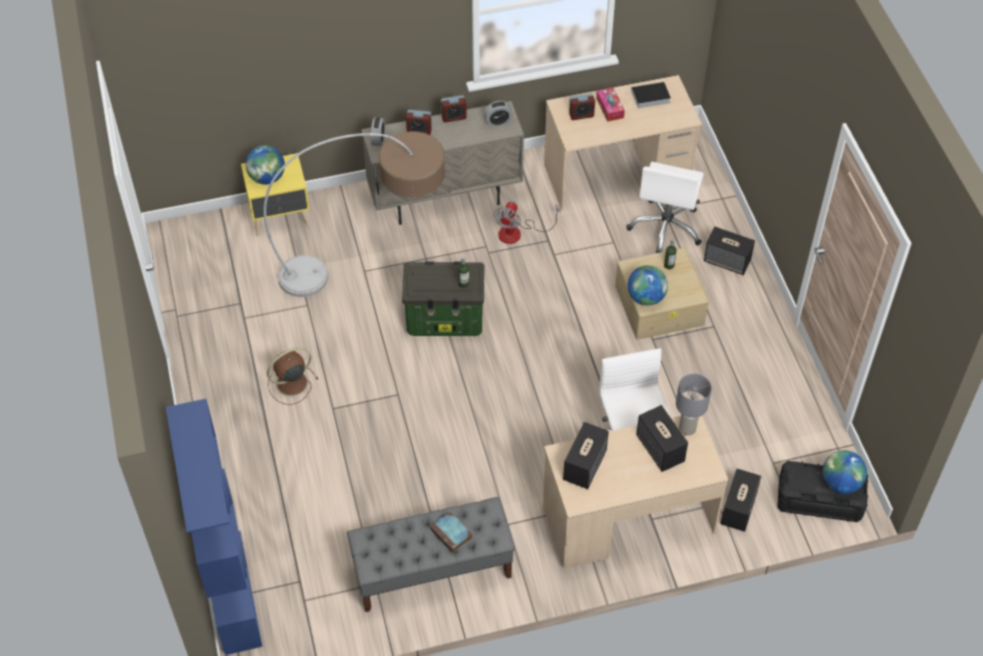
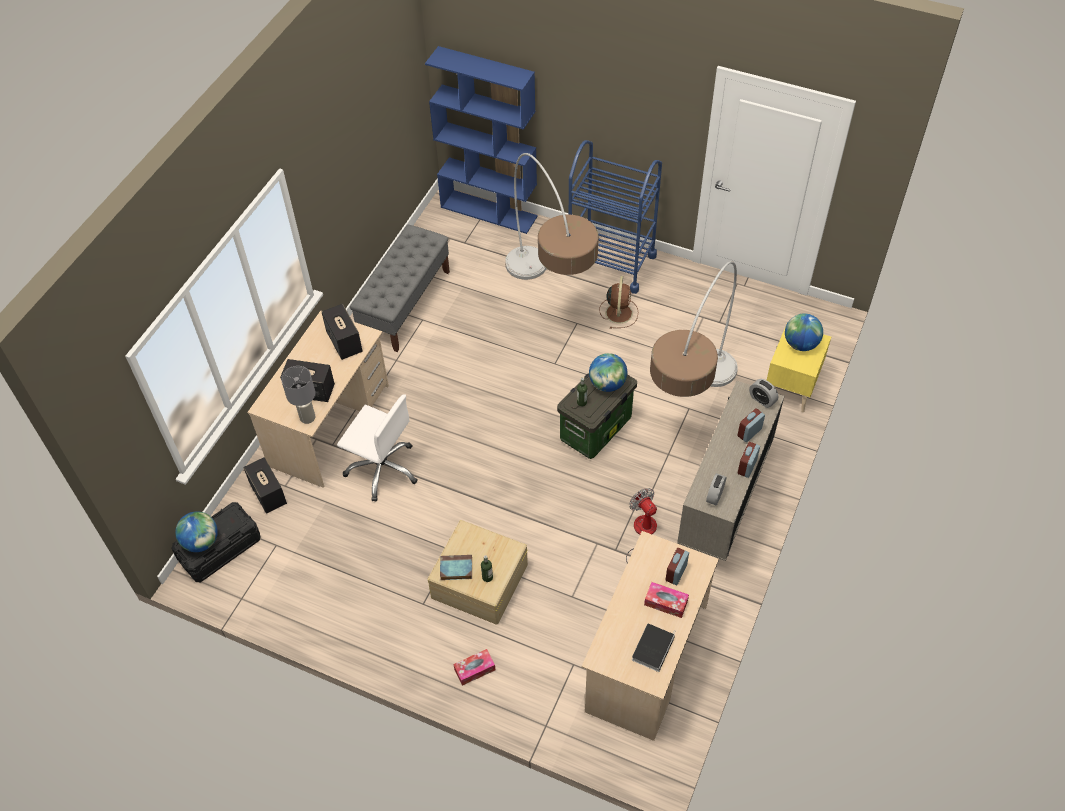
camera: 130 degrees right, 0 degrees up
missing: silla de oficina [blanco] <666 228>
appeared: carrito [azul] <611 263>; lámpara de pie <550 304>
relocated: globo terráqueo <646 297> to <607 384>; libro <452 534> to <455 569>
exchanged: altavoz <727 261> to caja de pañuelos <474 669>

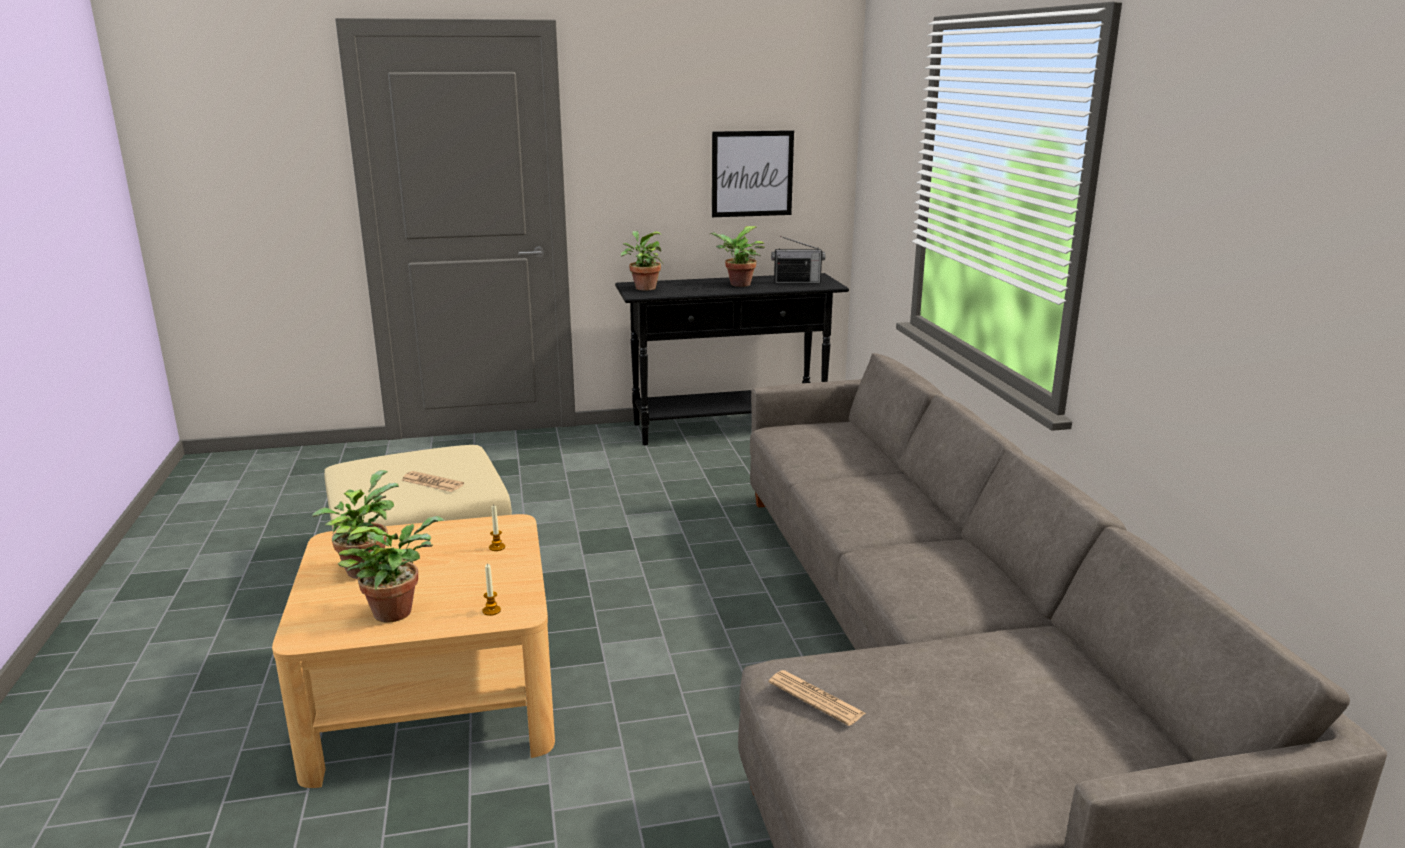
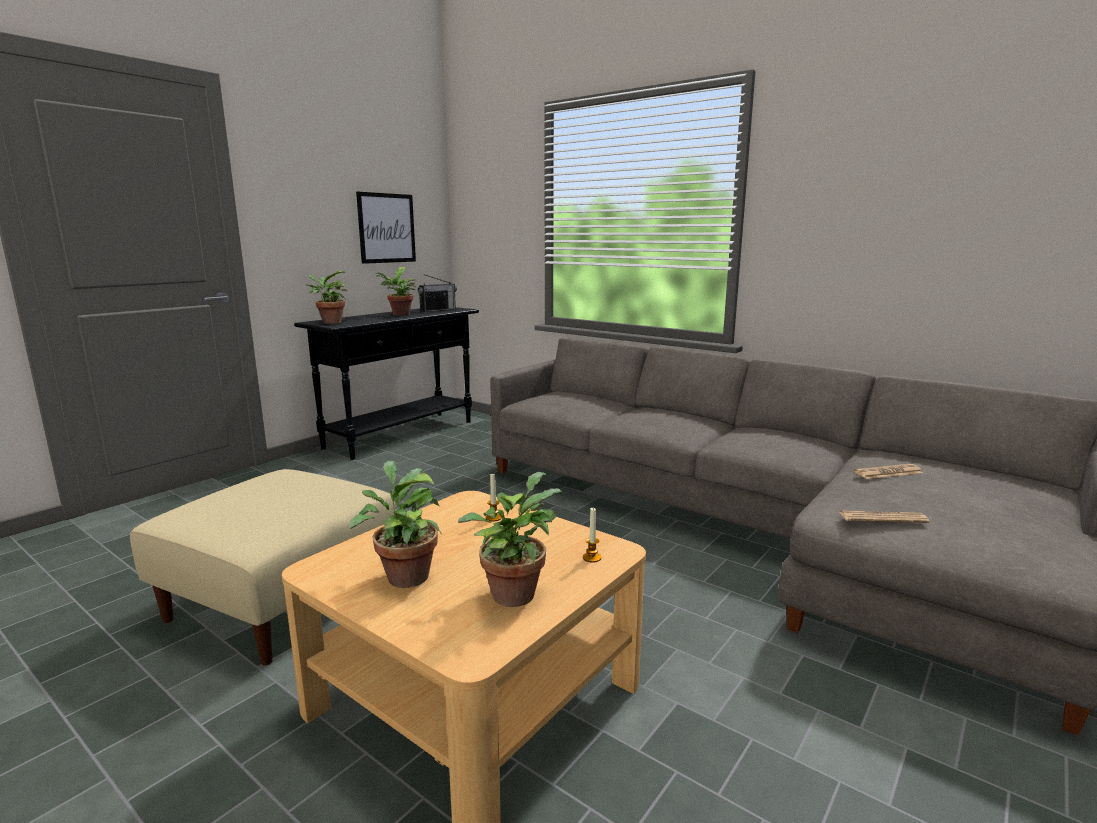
camera: 40 degrees left, 5 degrees down
relocated: periódico <432 482> to <888 472>

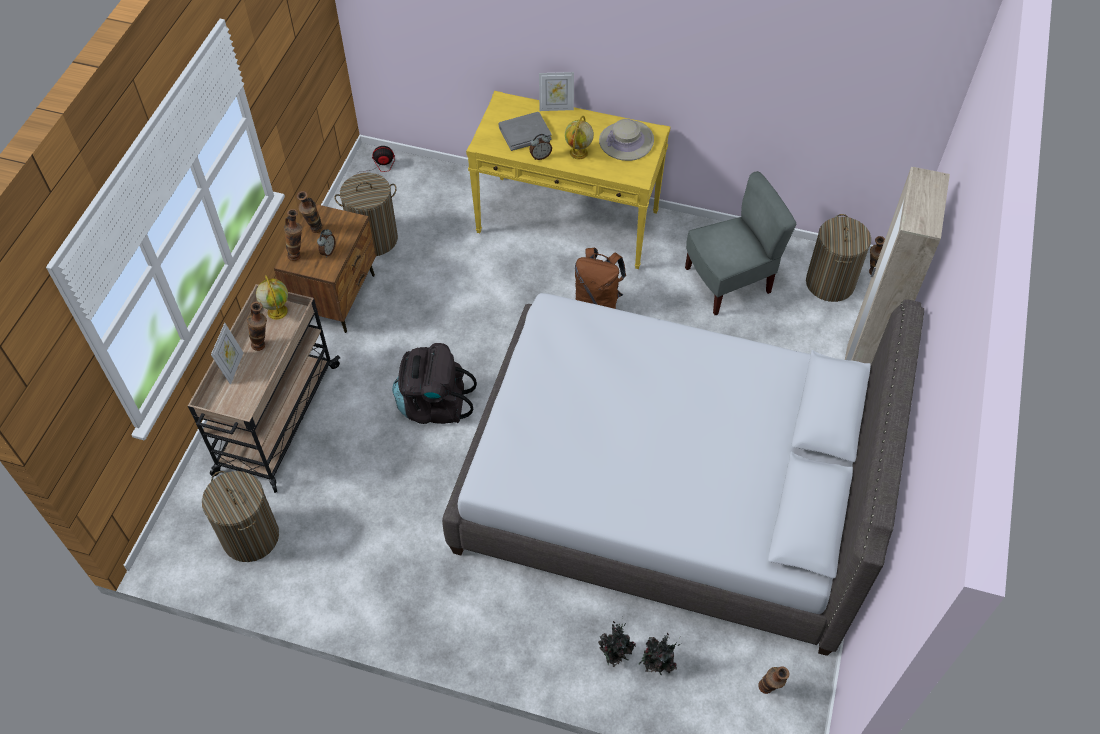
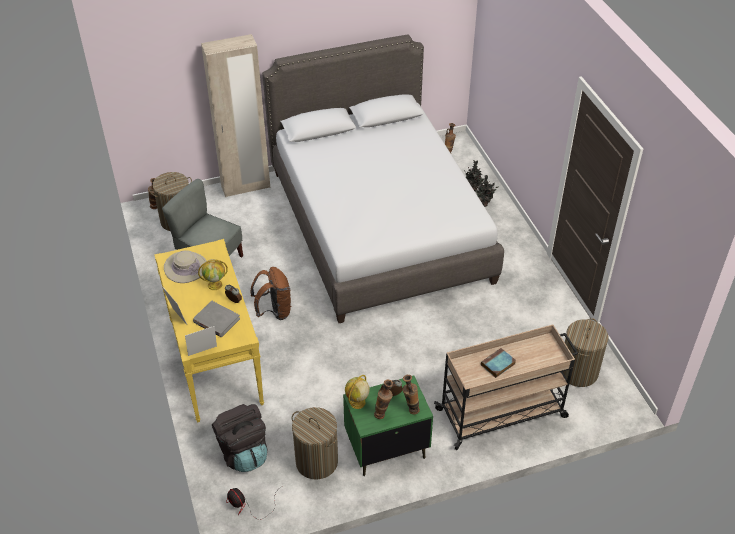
camera: 125 degrees left, 10 degrees down
relocated: globo terráqueo <277 311> to <357 403>; portarretratos <233 367> to <203 353>; mochila [negro] <434 405> to <243 452>
exchanged: florero <263 345> to libro <497 365>
colour: mesita de noche [marrón] <336 297> to mesita de noche [verde] <386 448>

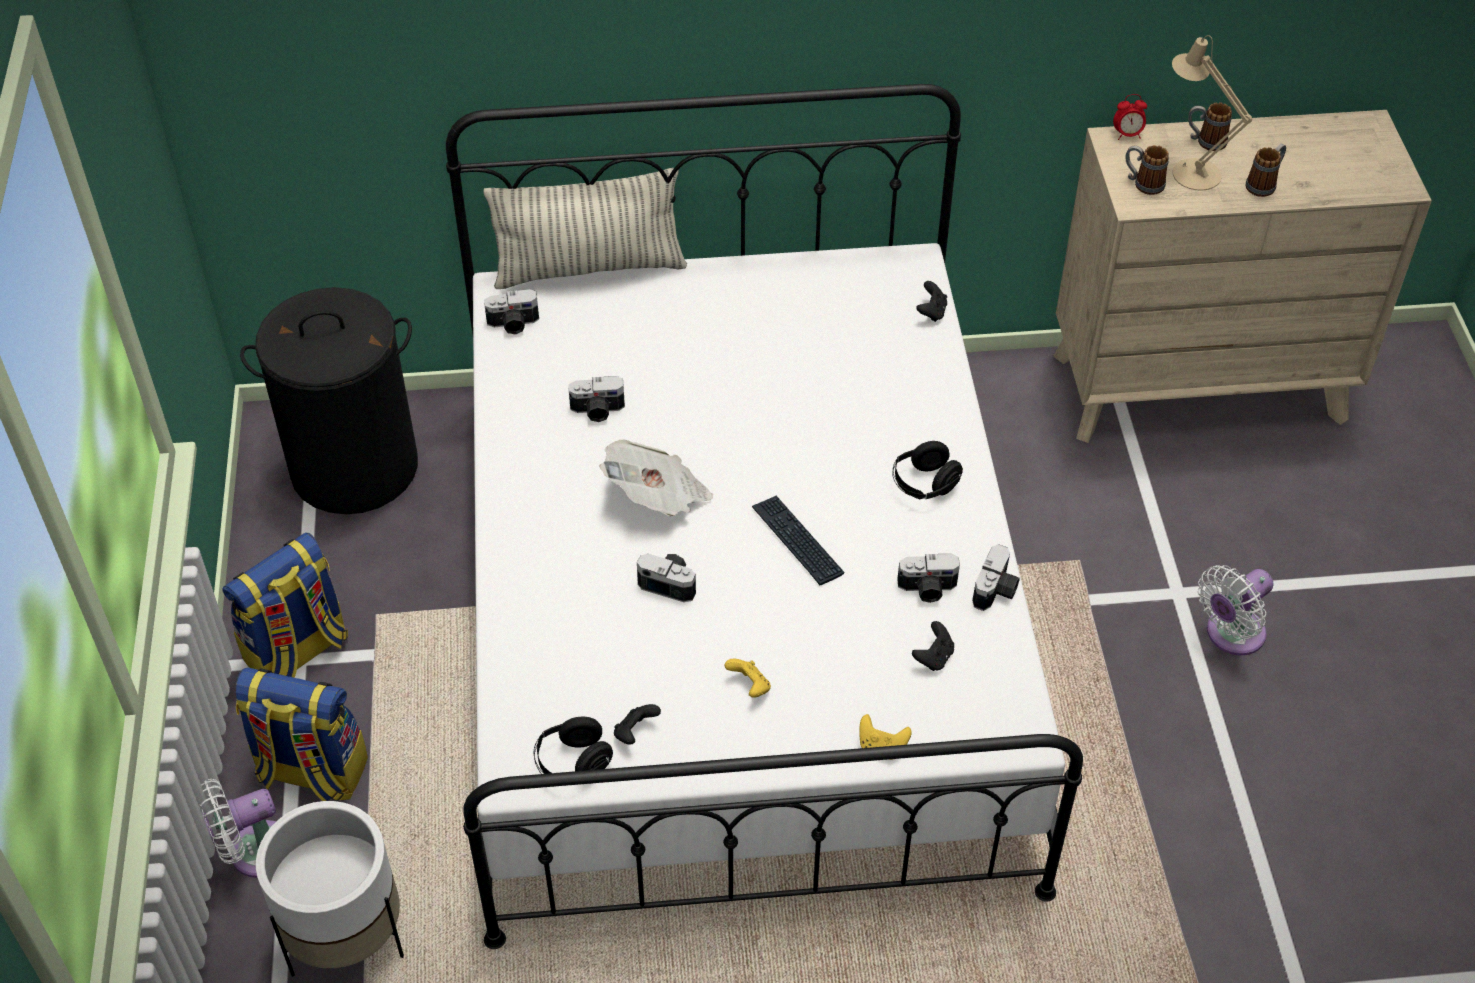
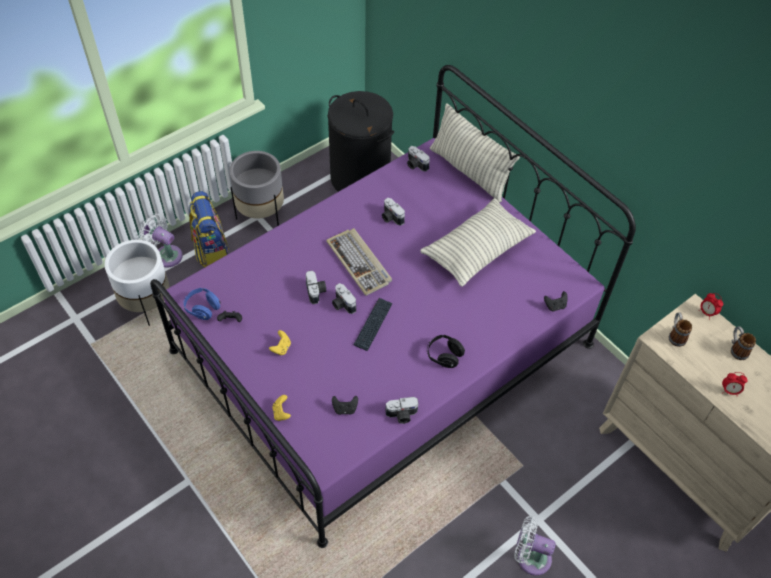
camera: 55 degrees right, 5 degrees up
missing: lámpara de mesa [beis] <1190 171>
appeared: cojín <476 251>
relocated: cámara <927 589> to <342 304>
exchanged: taza grande <1264 184> to despertador <729 391>; periódico <658 497> to teclado <360 263>; mochila <297 652> to maceta [gris] <261 213>
colour: cama [blanco] <737 621> to cama [morado] <382 347>; auriculares [negro] <573 763> to auriculares [azul] <202 308>

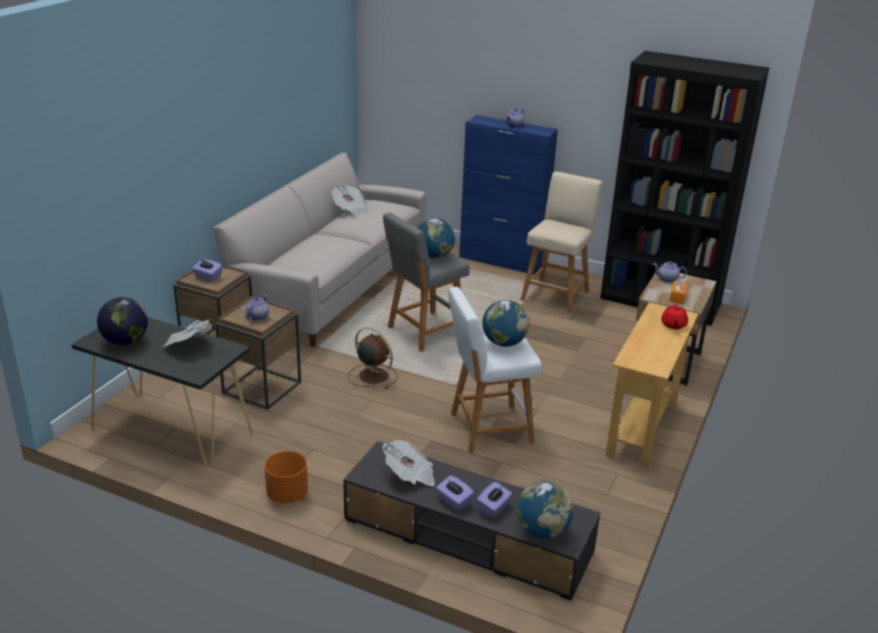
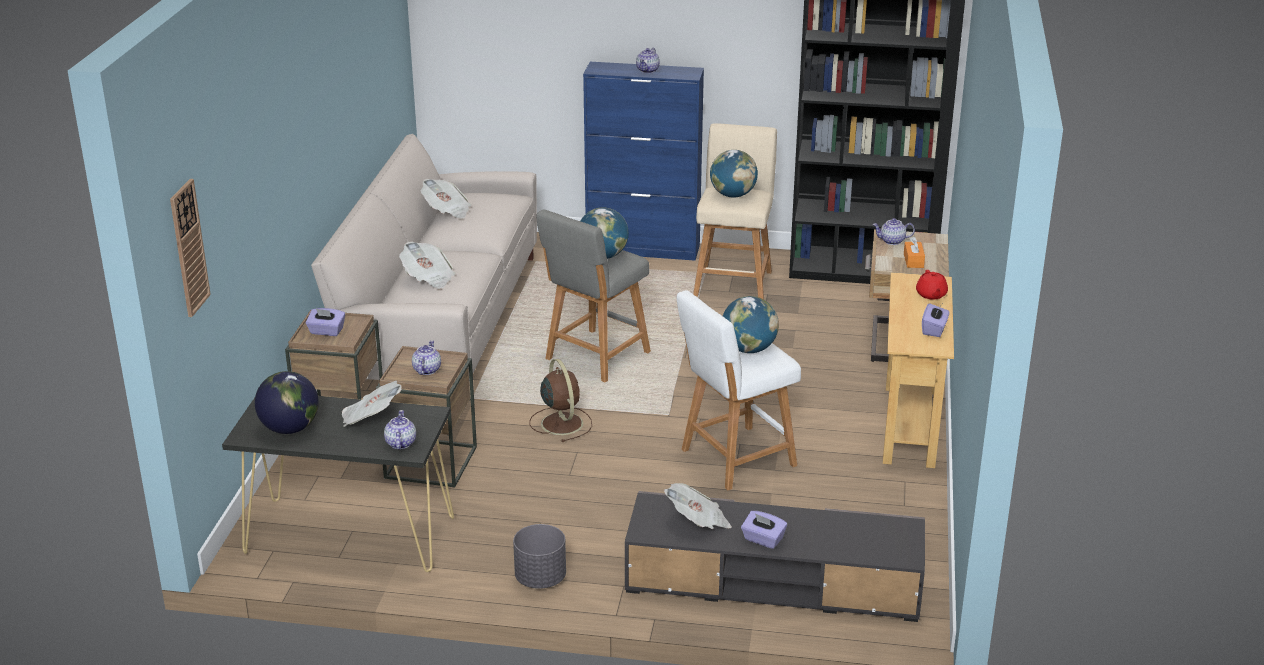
camera: 15 degrees left, 0 degrees up
appeared: reloj de pared <189 248>; periódico <428 278>; tetera <400 443>
relocated: globo terráqueo <542 531> to <733 195>; caja de pañuelos [morado] <493 508> to <934 329>
colour: maceta [naranja] <287 494> to maceta [gris] <540 579>
spun: ventilador [marrón] <372 376> = <561 422> 45 degrees clockwise

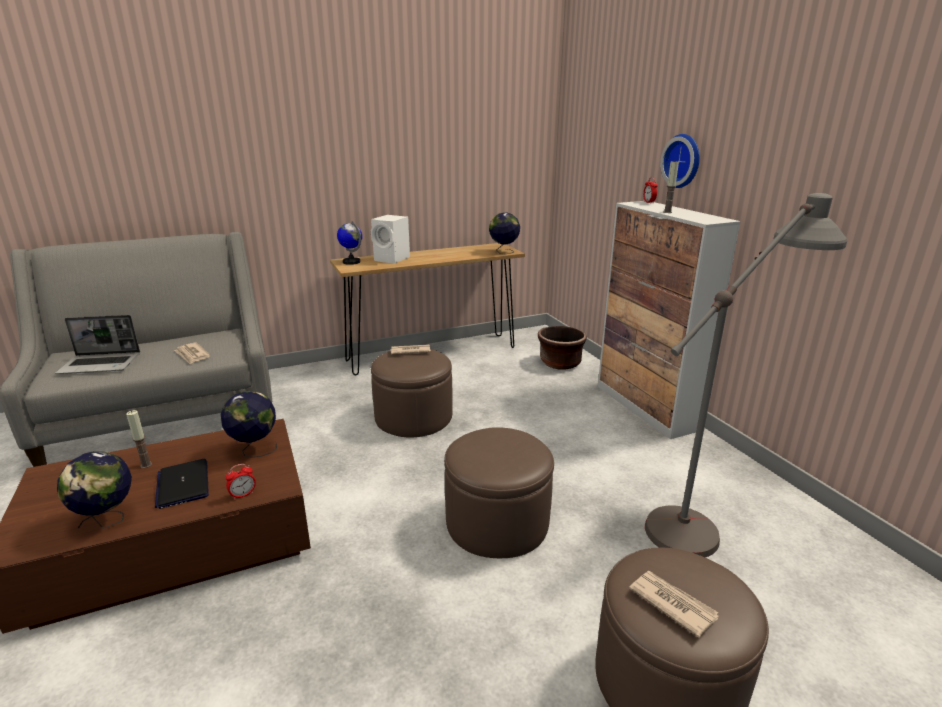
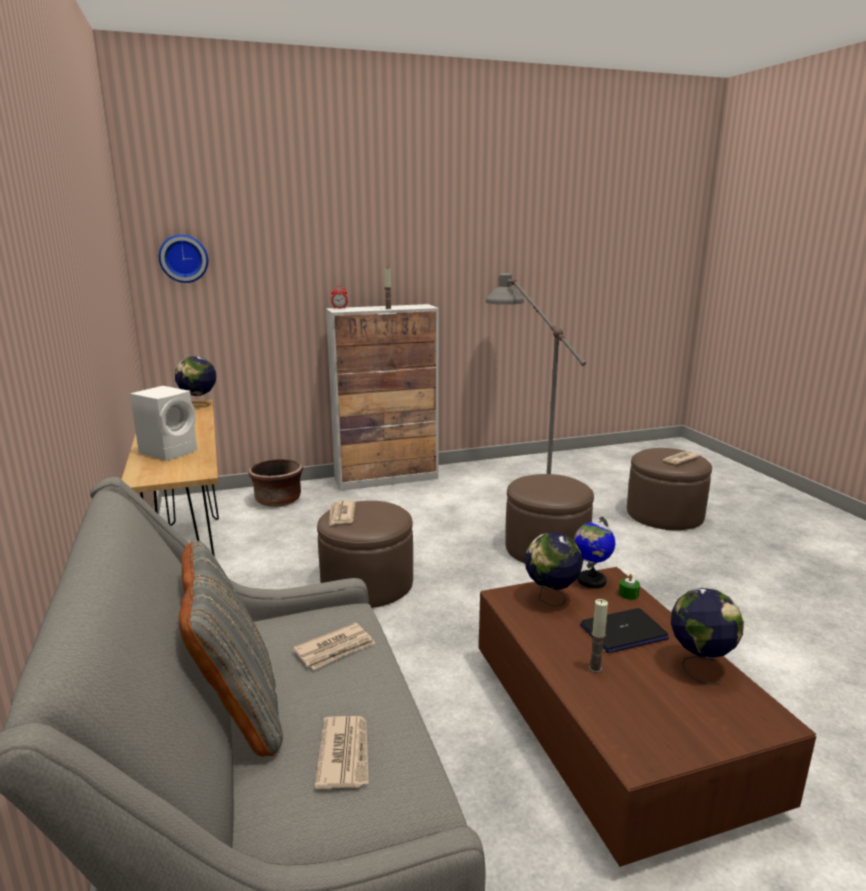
camera: 85 degrees left, 5 degrees down
appeared: cojín [gris] <238 709>
relocated: reloj de pared <683 161> to <183 258>; globo terráqueo <351 262> to <591 581>
exchanged: portátil <101 364> to periódico <345 754>; despertador <243 495> to vela [verde] <628 594>

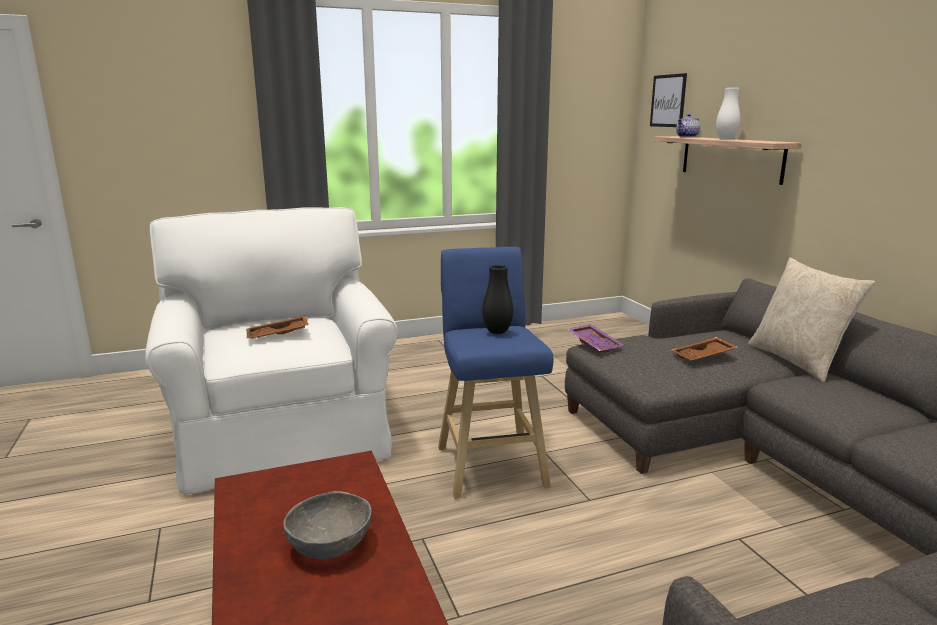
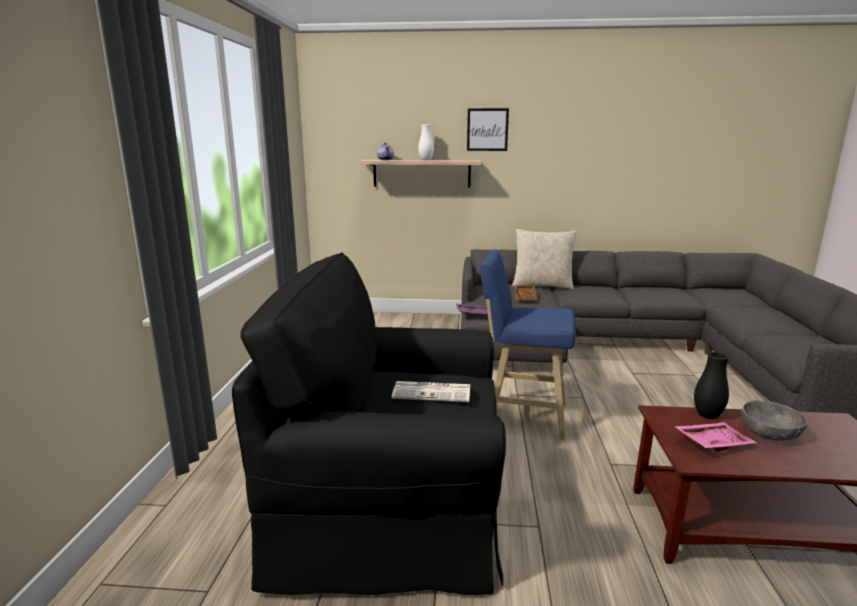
camera: 65 degrees left, 0 degrees up
appeared: bandeja [rosa] <712 443>
relocated: cuadro <668 101> to <487 129>; florero [negro] <497 332> to <707 416>
exchanged: bandeja [marrón] <278 335> to periódico <433 392>
colour: sillón [blanco] <283 432> to sillón [negro] <393 507>

